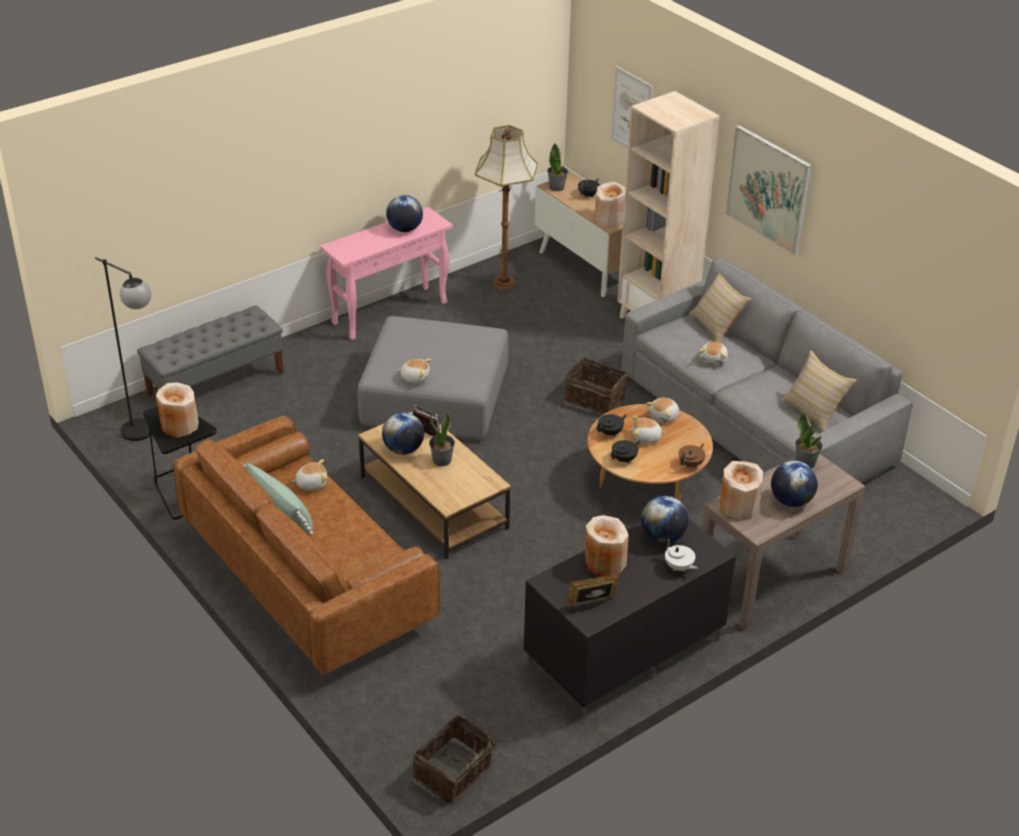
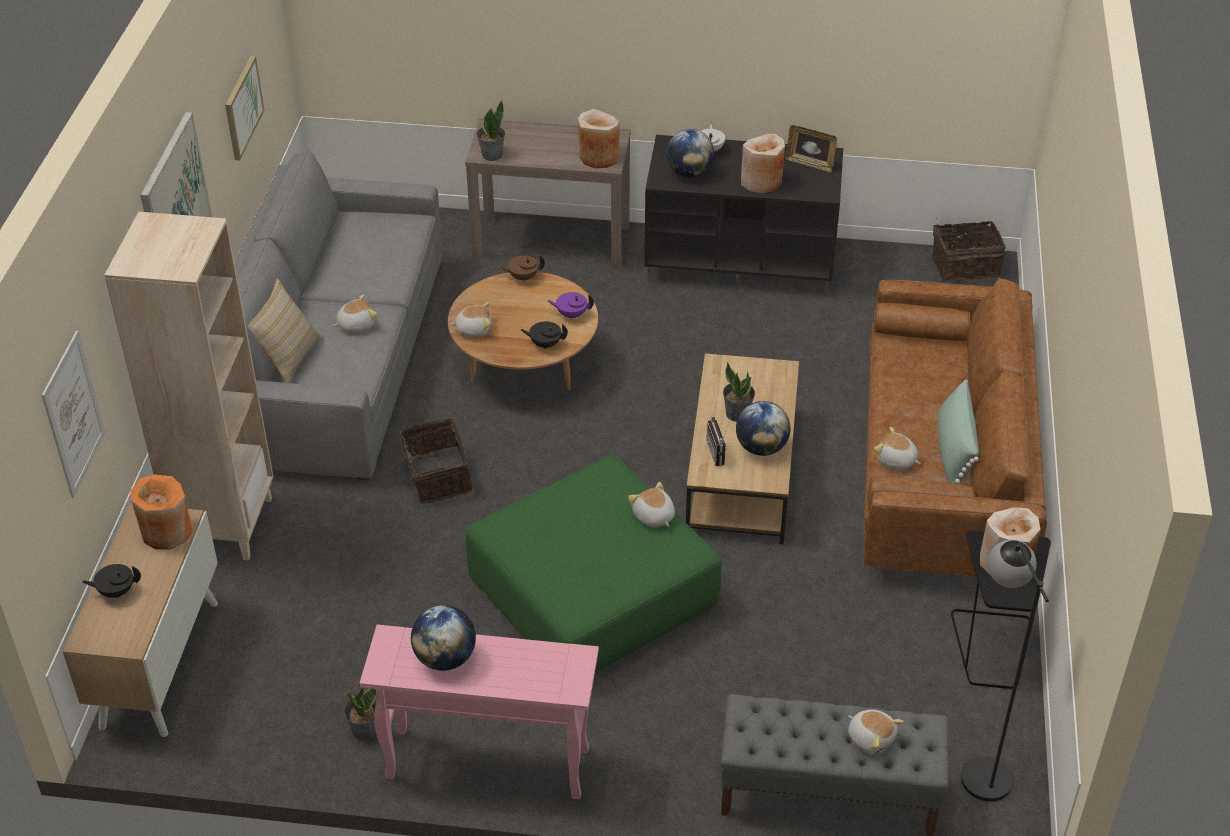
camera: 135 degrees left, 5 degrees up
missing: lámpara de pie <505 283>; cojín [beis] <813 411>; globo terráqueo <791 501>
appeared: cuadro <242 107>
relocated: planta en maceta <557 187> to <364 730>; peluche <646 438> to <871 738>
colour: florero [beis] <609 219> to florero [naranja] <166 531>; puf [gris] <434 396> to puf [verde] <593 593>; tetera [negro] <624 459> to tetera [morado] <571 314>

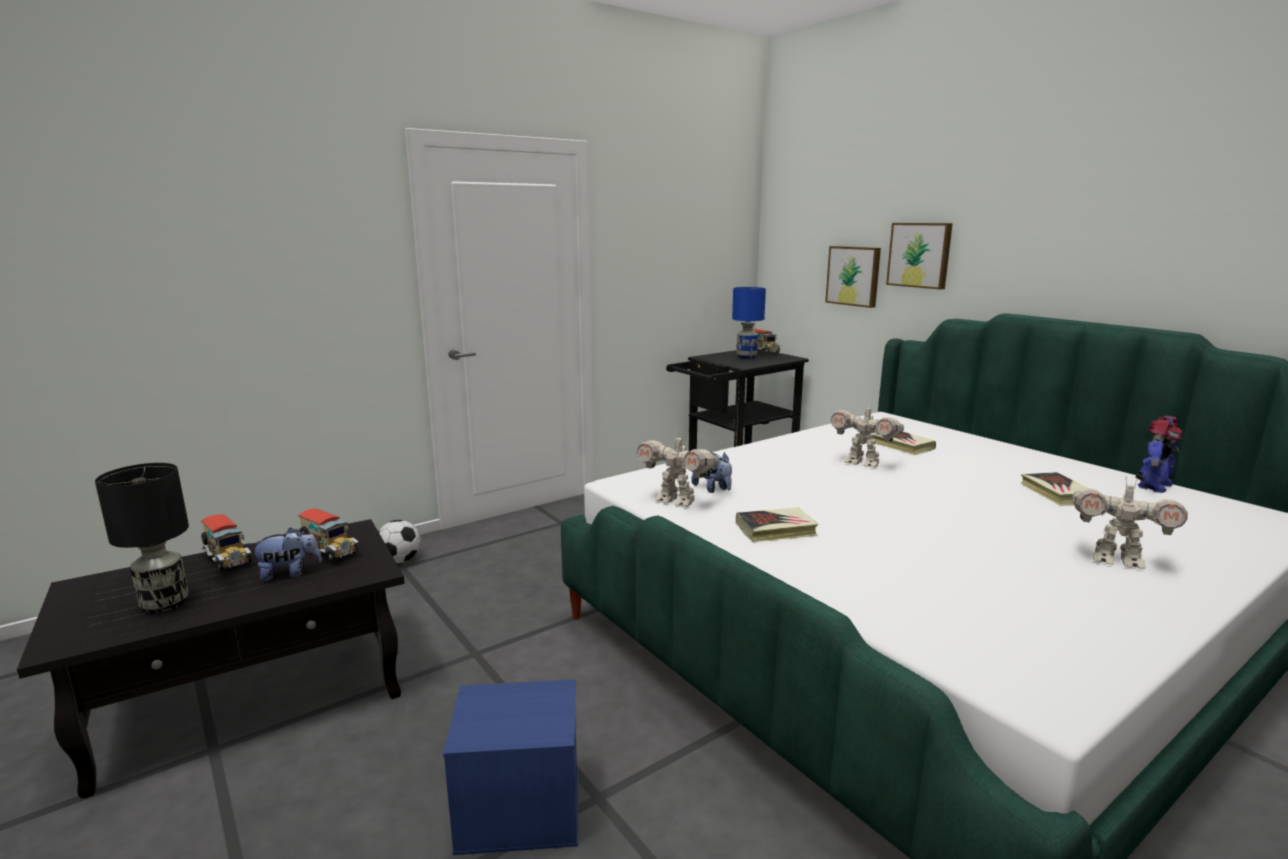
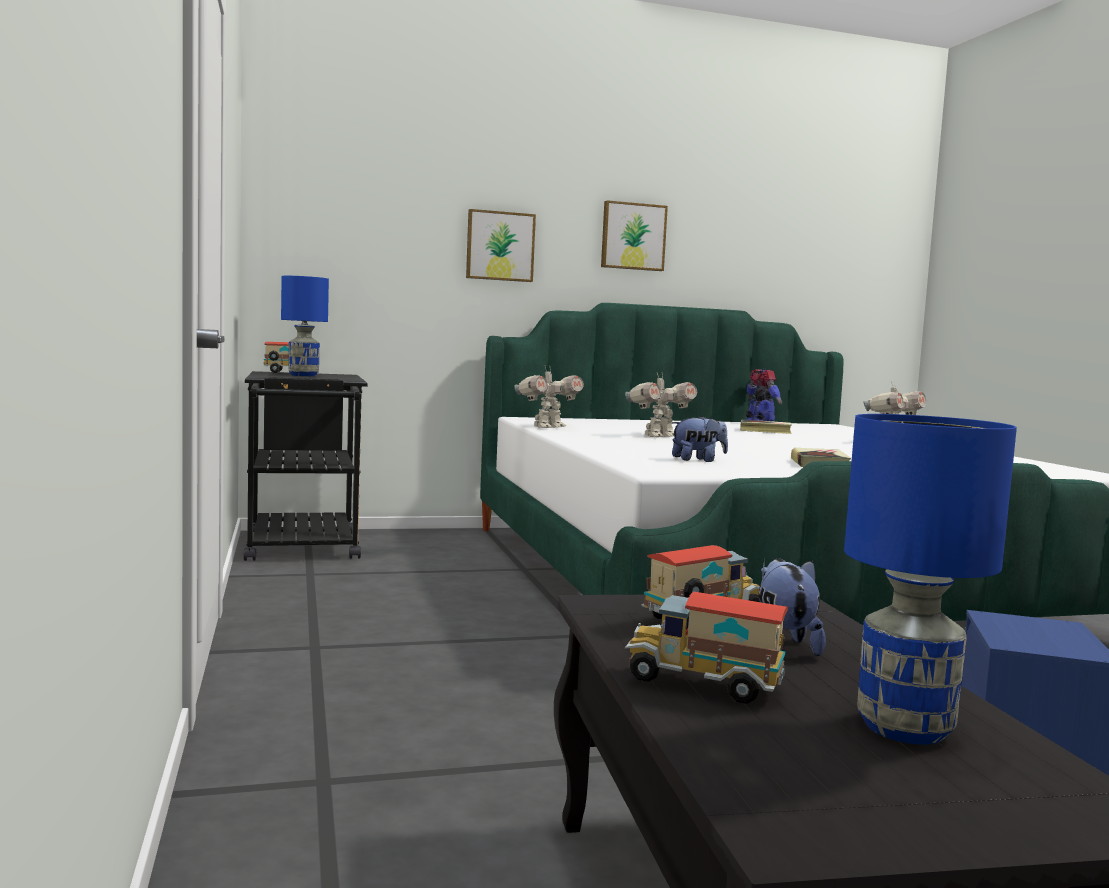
camera: 70 degrees left, 10 degrees down
missing: libro <902 446>; balón de fútbol <400 560>
relocated: cuadro <854 276> to <633 236>; robot de juguete <676 501> to <547 427>
colour: lámpara de mesa [negro] <164 604> to lámpara de mesa [azul] <906 729>
spun: camión de juguete <227 561> = <703 685> 135 degrees counterclockwise

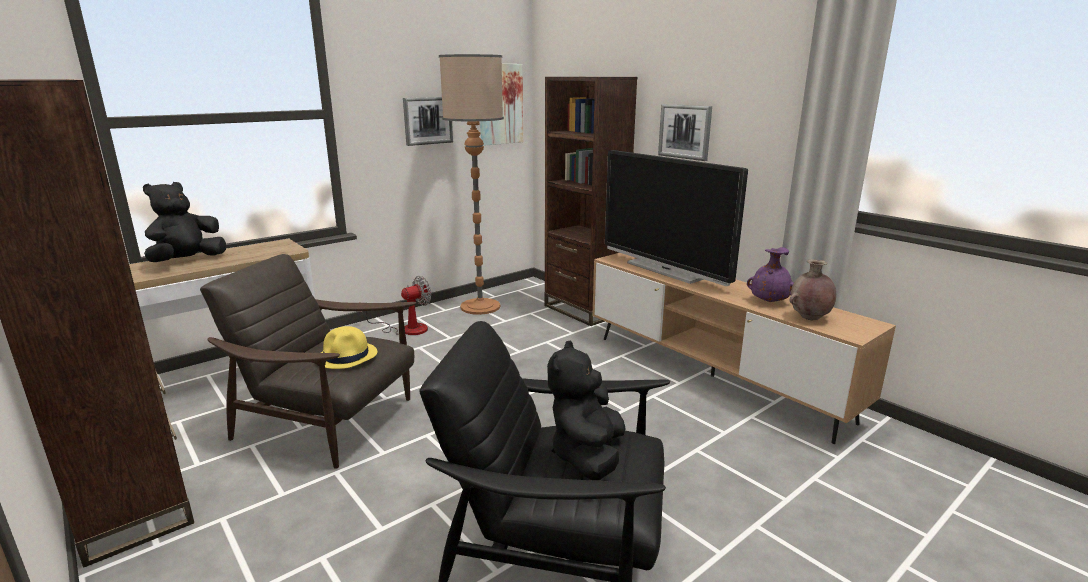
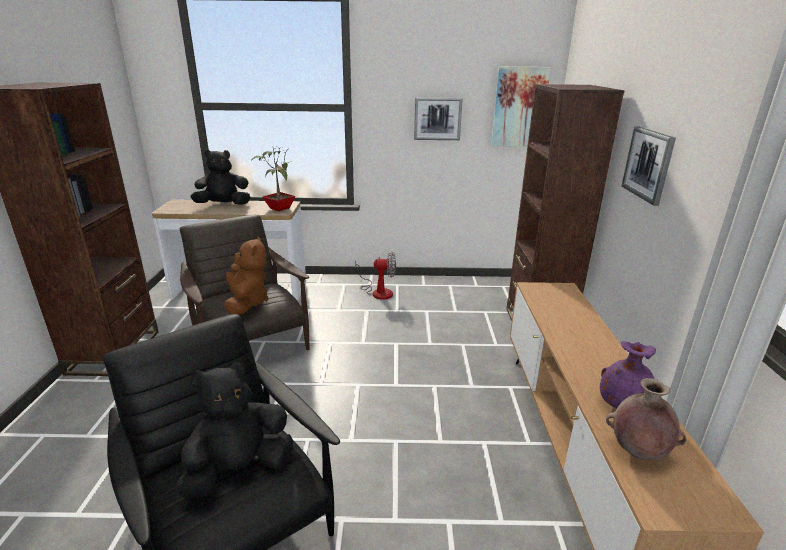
camera: 40 degrees right, 5 degrees up
missing: lámpara de pie <480 307>; televisor <665 270>
appeared: planta en maceta <279 208>
exchanged: sombrero [amarillo] <347 356> to peluche [marrón] <247 303>

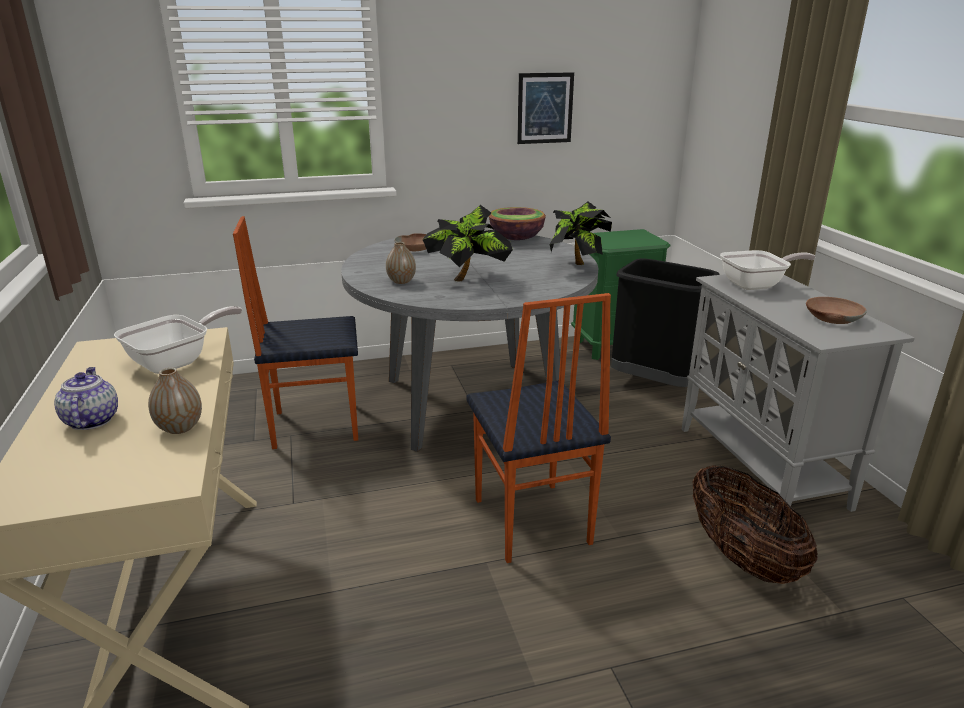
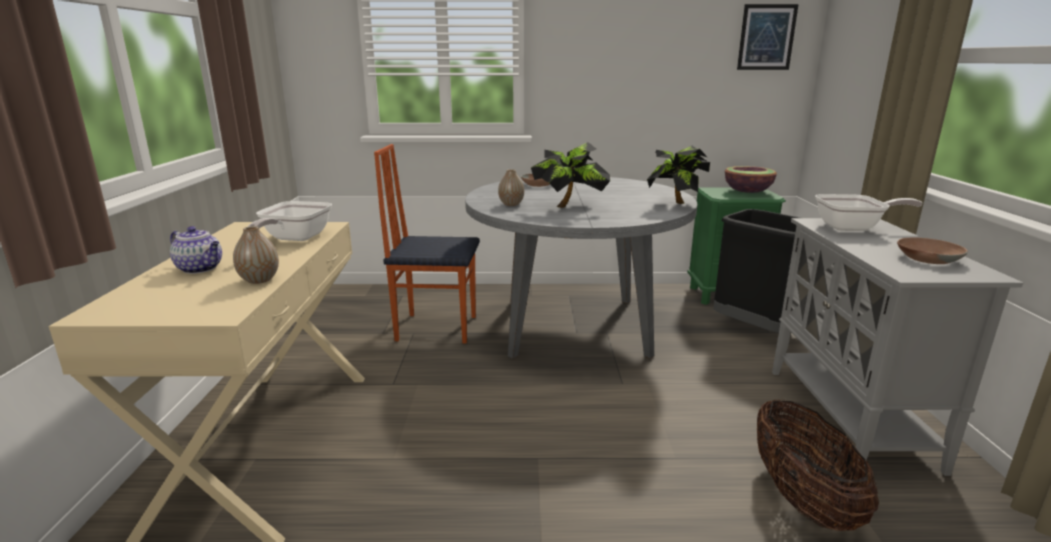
camera: 15 degrees right, 5 degrees down
missing: silla <530 522>
relocated: cuadro <545 108> to <766 37>; cuenco <516 238> to <747 192>
spun: sartén <177 361> = <294 239> 135 degrees clockwise; tetera <91 420> = <201 268> 120 degrees clockwise

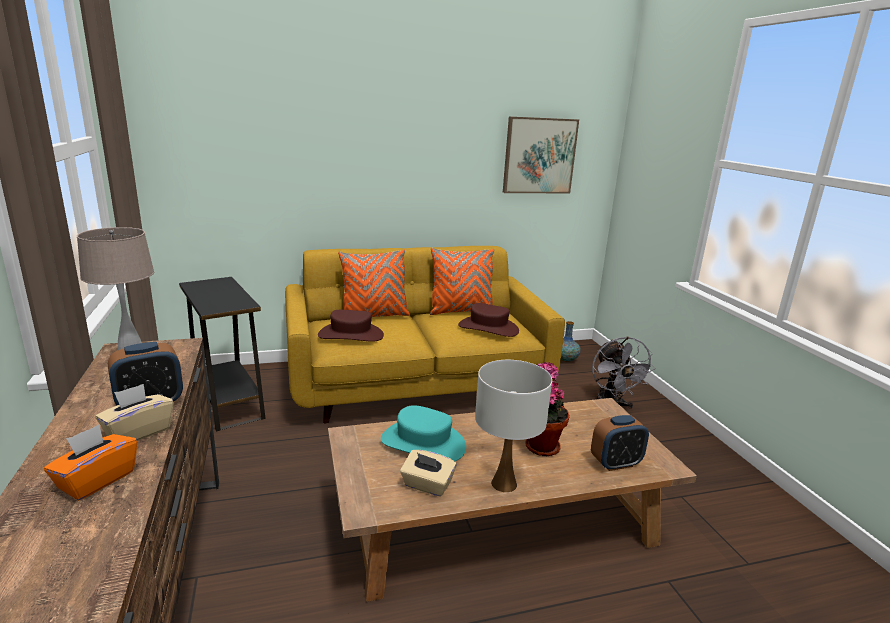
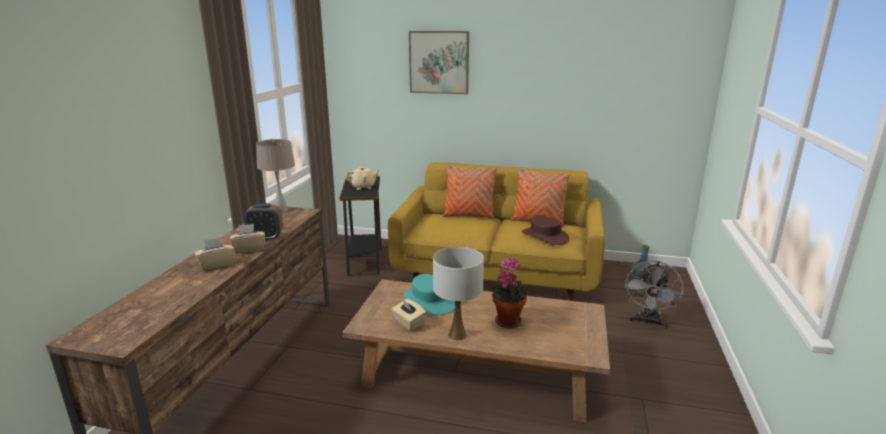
camera: 30 degrees right, 0 degrees up
missing: sombrero [marrón] <351 335>; despertador <615 463>
appeared: tetera [beis] <363 187>
relocated: cuadro <539 156> to <439 62>
colour: caja de pañuelos [naranja] <96 480> to caja de pañuelos [beis] <216 264>

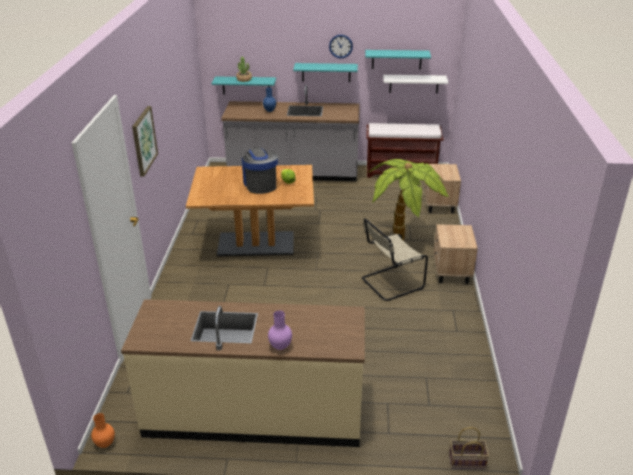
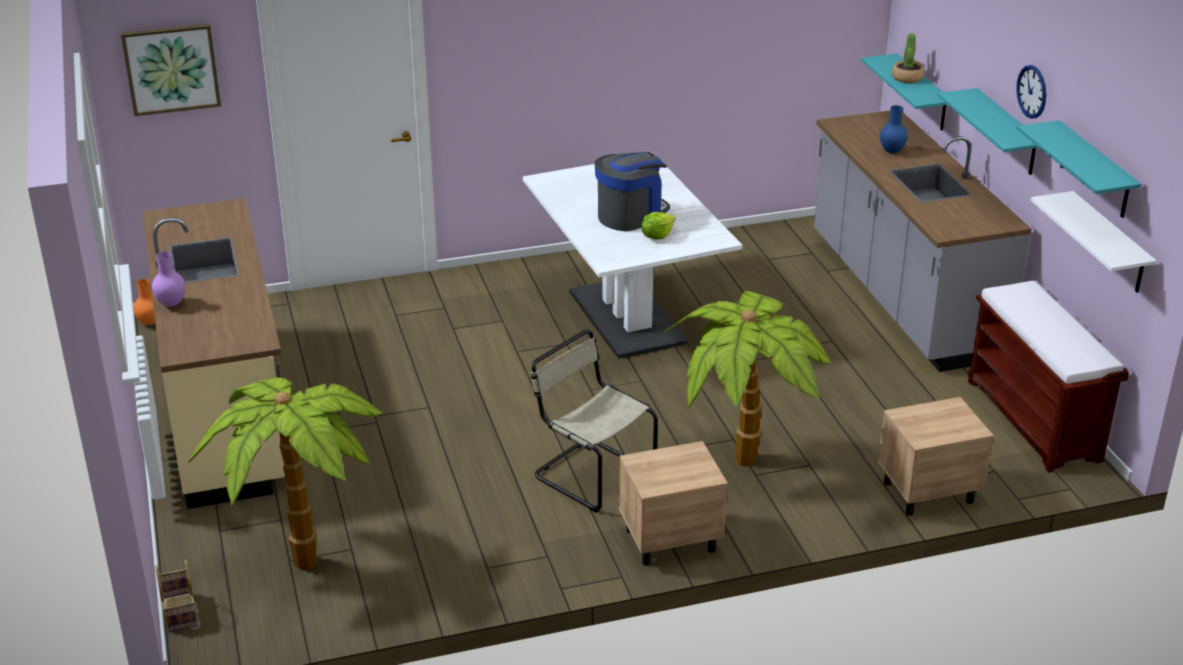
camera: 70 degrees right, 0 degrees up
appeared: planta en maceta <301 555>
relocated: cuadro <143 140> to <171 68>
colour: mesa de comedor [marrón] <256 244> to mesa de comedor [blanco] <626 317>

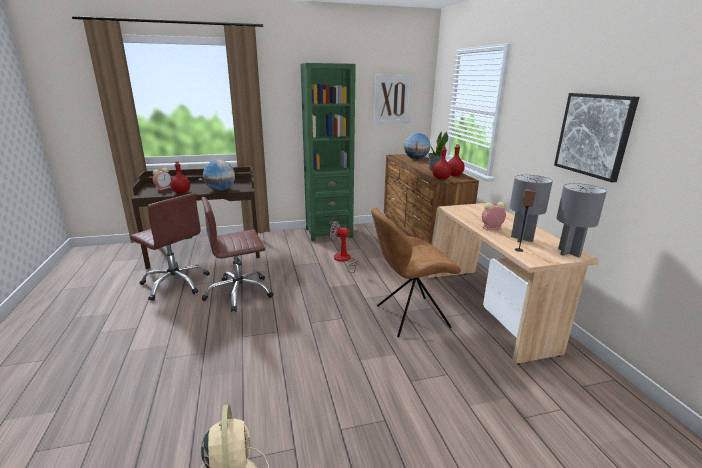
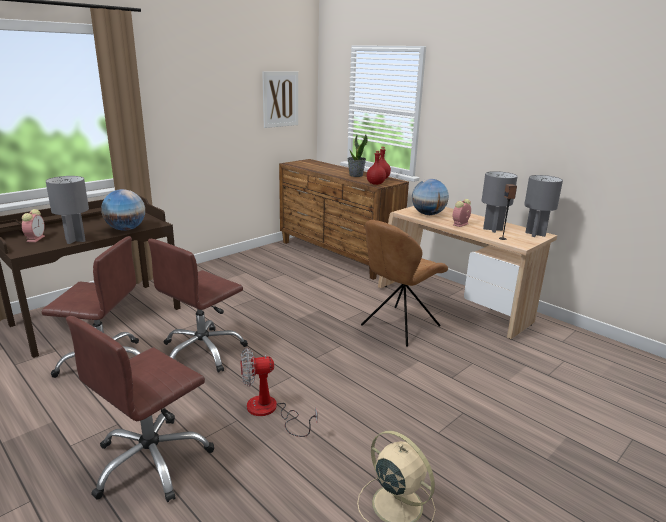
camera: 30 degrees left, 0 degrees up
missing: estantería [verde] <328 233>; cuadro <593 135>
appeared: silla de oficina [marrón] <152 461>
relocated: globo terráqueo <416 159> to <428 214>; ventilador <344 260> to <270 411>
exchanged: botella [rojo] <181 192> to lámpara de mesa [gris] <75 240>

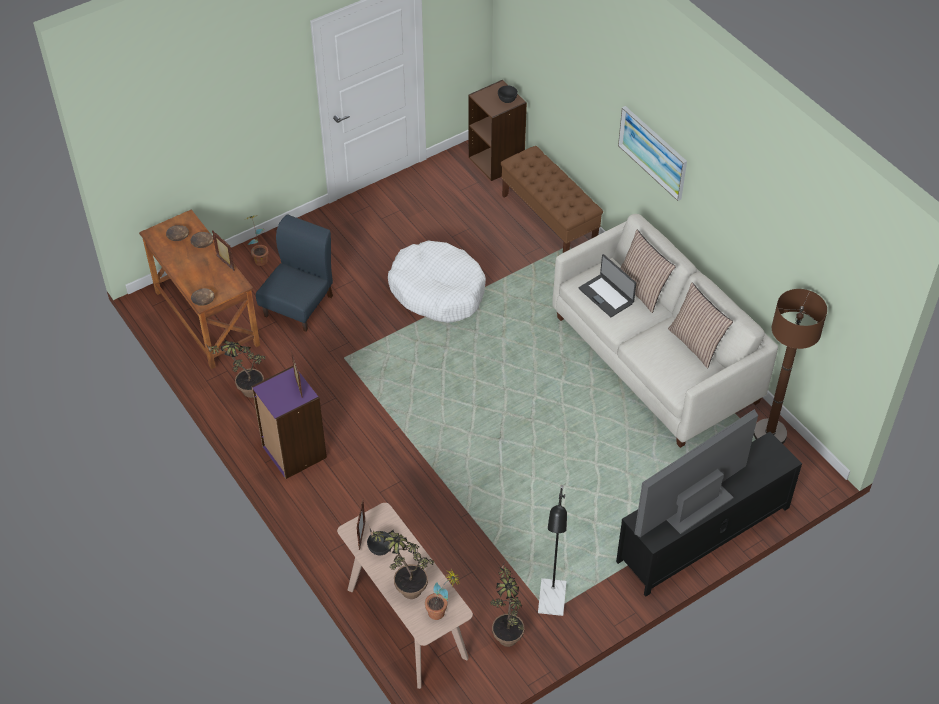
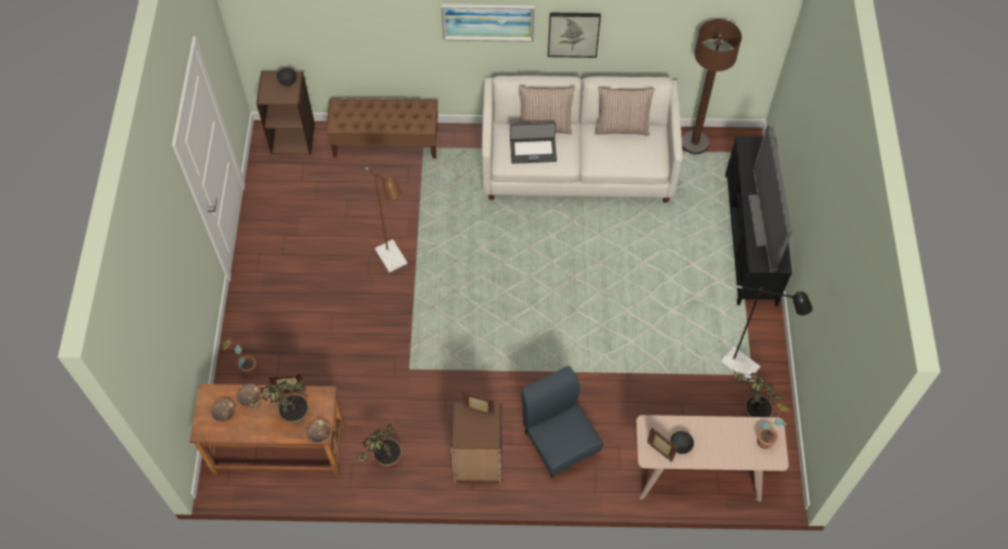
camera: 55 degrees left, 10 degrees up
appeared: cuadro <573 33>
relocated: silla [azul] <299 305> to <559 442>; planta en maceta <404 587> to <289 418>
exchanged: cama para perro [blanco] <437 290> to lámpara de pie [marrón] <394 261>
colour: estantería [morado] <293 452> to estantería [marrón] <478 462>

